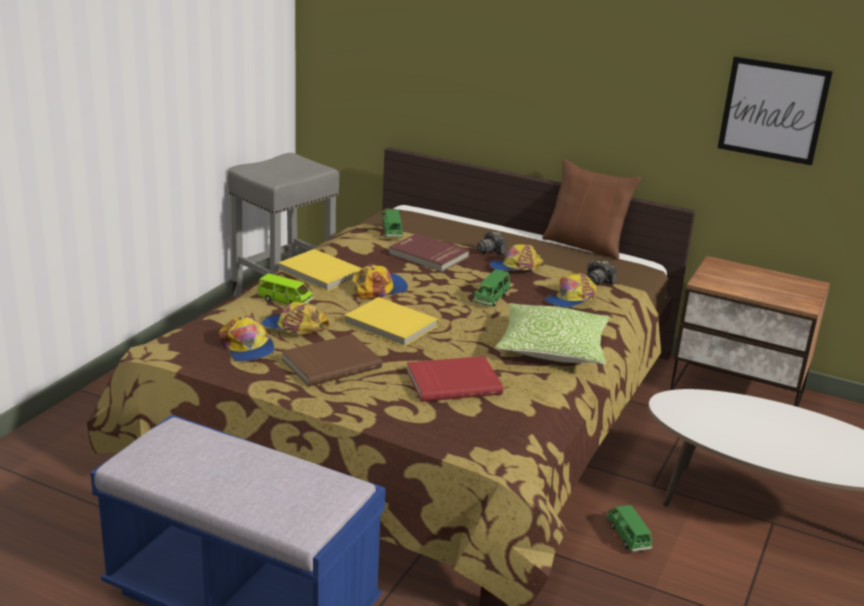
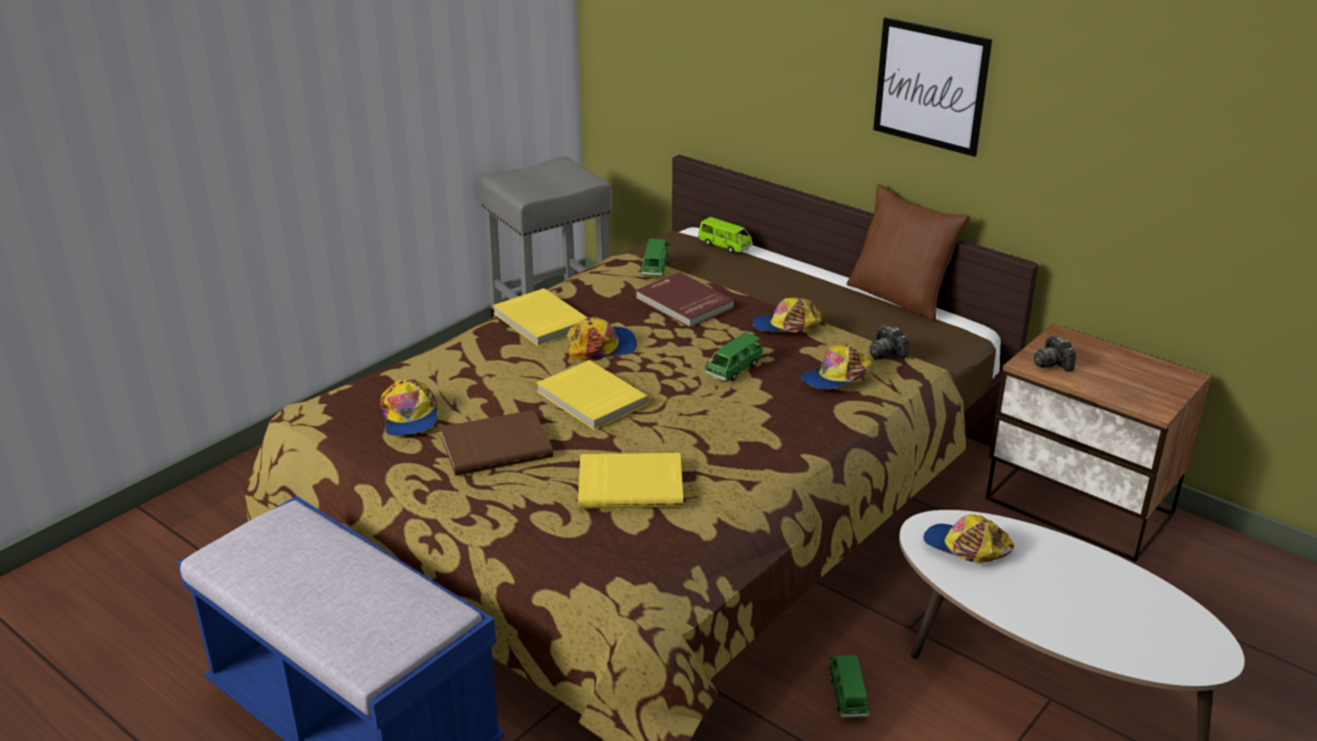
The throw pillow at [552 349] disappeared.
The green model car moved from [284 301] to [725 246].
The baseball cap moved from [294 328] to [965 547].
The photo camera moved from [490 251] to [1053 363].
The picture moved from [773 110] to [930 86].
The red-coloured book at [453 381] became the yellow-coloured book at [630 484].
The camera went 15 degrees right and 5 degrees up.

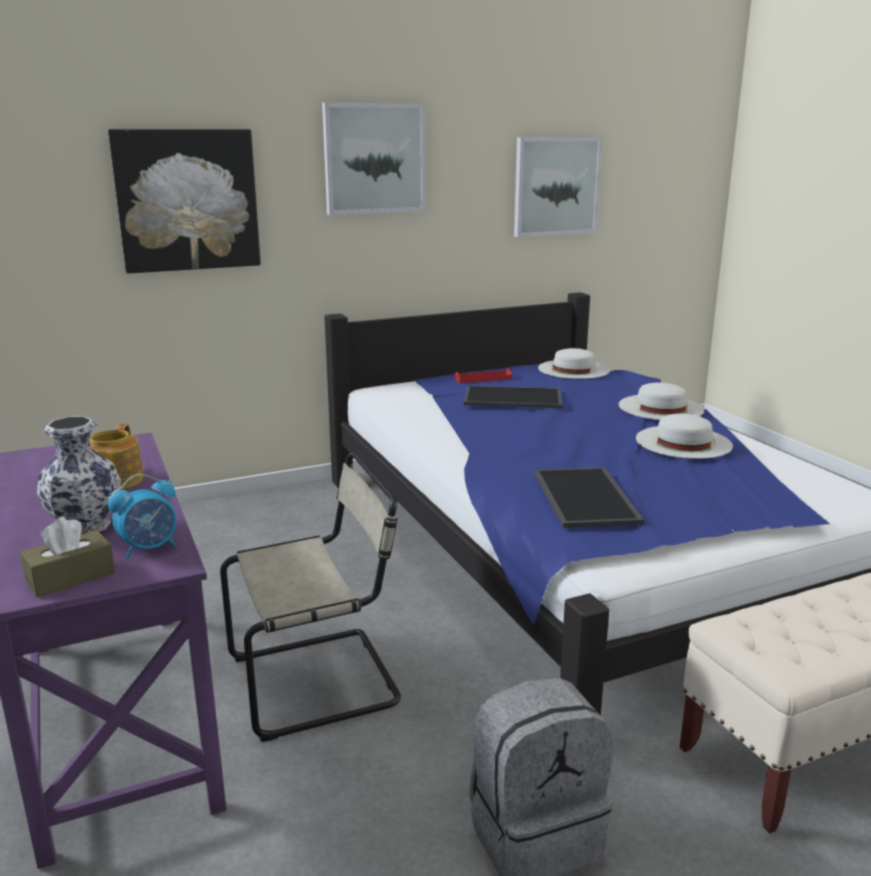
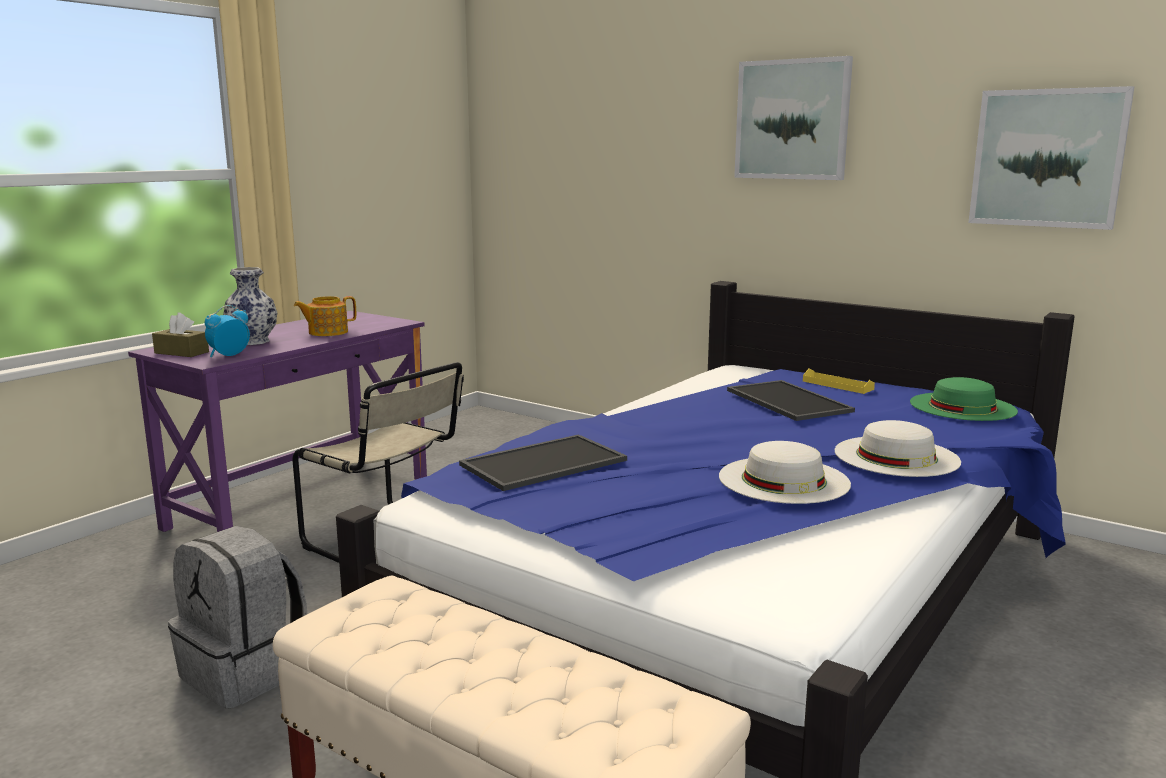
The picture at [187 200] disappeared.
The red-coloured tray at [483 379] became the yellow-coloured tray at [837 385].
The white-coloured wearable hat at [573 369] became the green wearable hat at [962 406].
The table clock at [150 548] turned 105 degrees clockwise.
The camera went 60 degrees right and 5 degrees down.

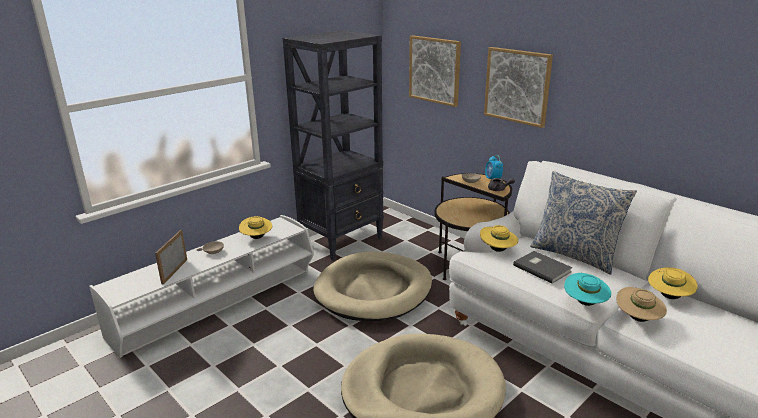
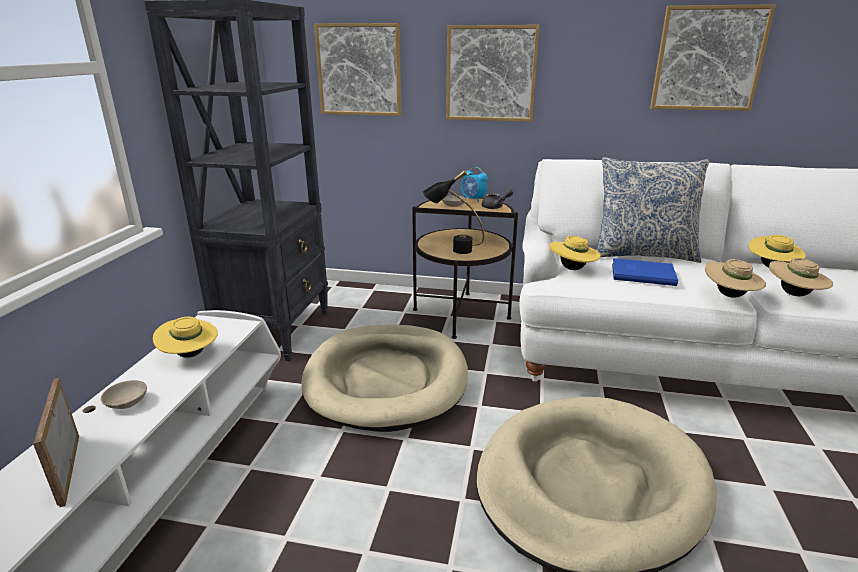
The blackish lamp for a table at [452 250] appeared.
The picture at [708 59] appeared.
The greyish book at [542 268] became the blue-coloured book at [641 273].
The turquoise wearable hat at [585 303] became the sand-coloured wearable hat at [729 296].
The camera went 35 degrees left and 0 degrees up.

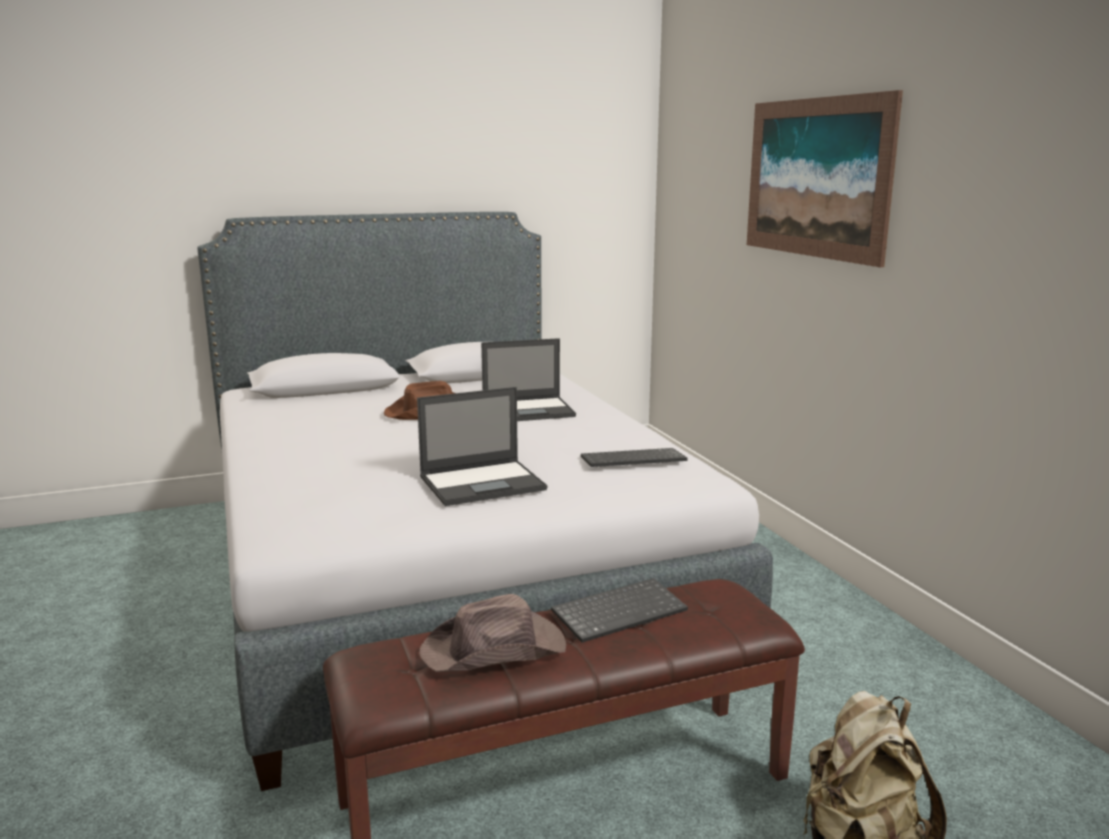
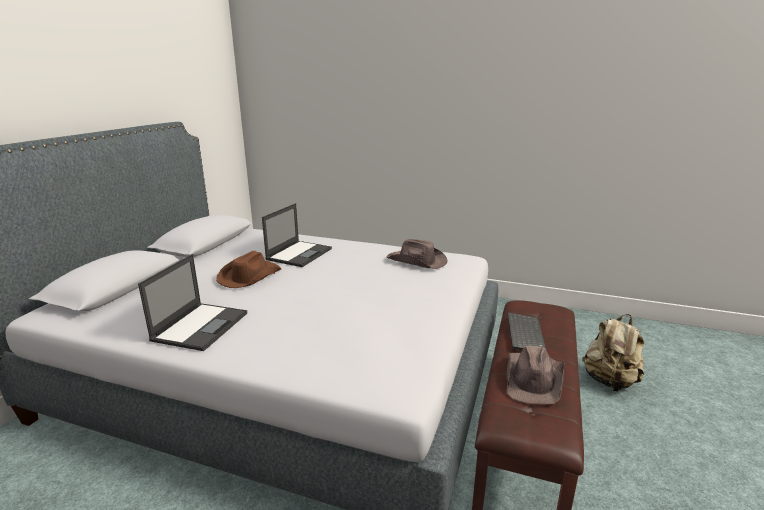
The picture at [816 178] disappeared.
The portable computer moved from [484 483] to [201 326].
The keyboard at [632 461] was replaced by the brown-coloured wearable hat at [417 261].
The camera went 50 degrees left and 5 degrees up.

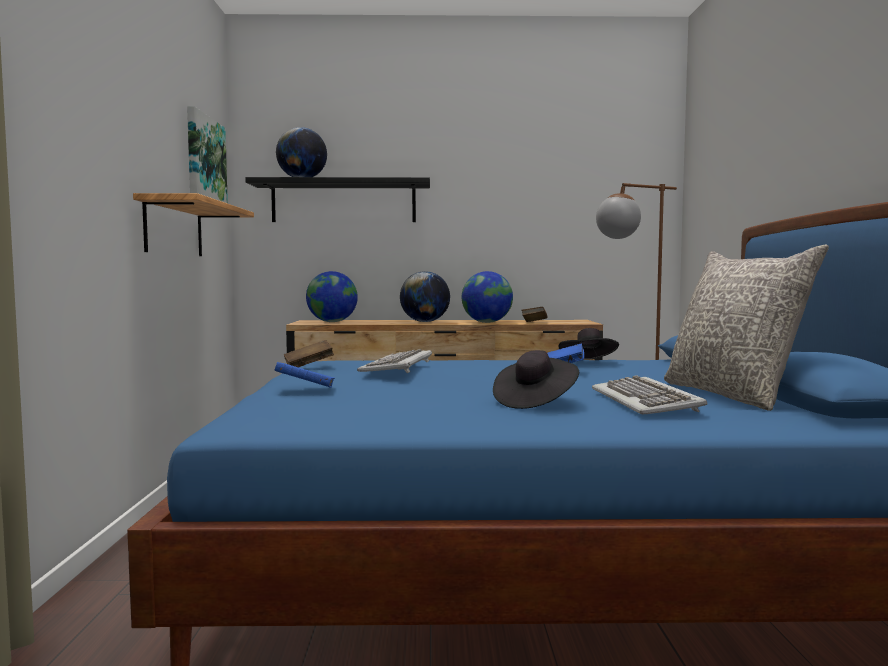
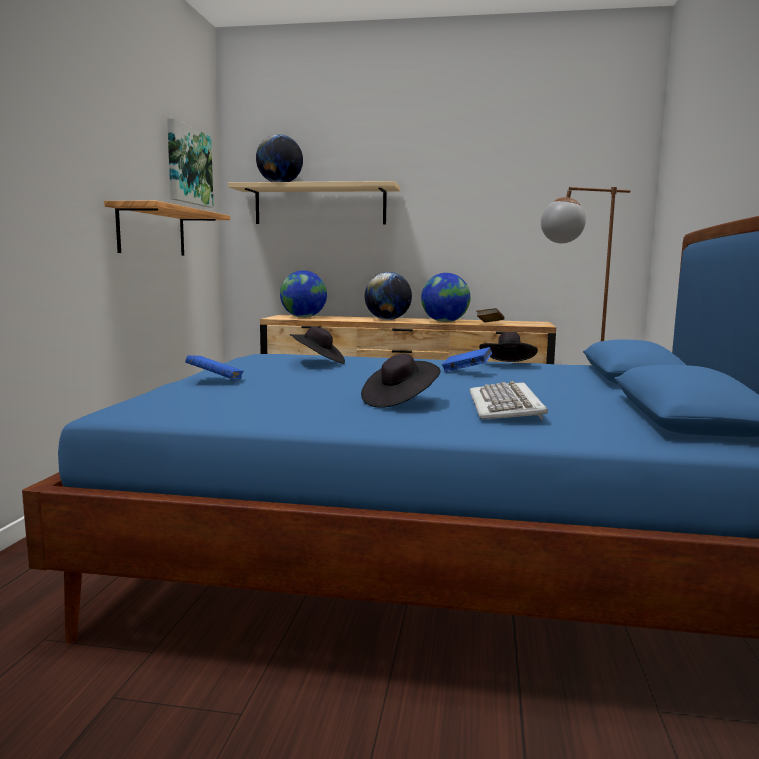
The brown-coloured book at [308 366] disappeared.
The greyish throw pillow at [732 395] disappeared.
The keyboard at [398 366] was replaced by the blackish wearable hat at [318 362].
The blackish wall shelf at [343 202] became the sand-coloured wall shelf at [320 205].
The camera went 10 degrees right and 5 degrees up.

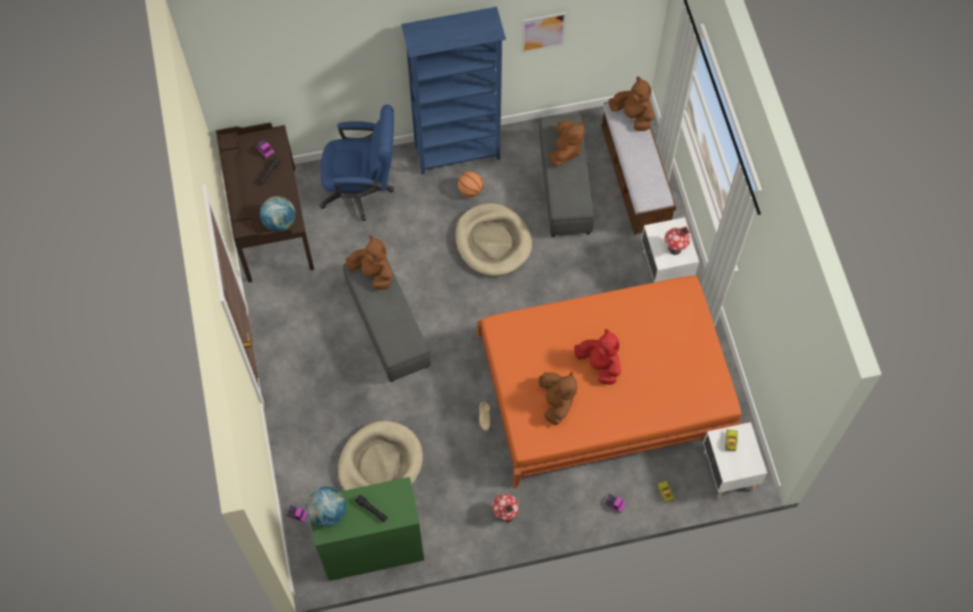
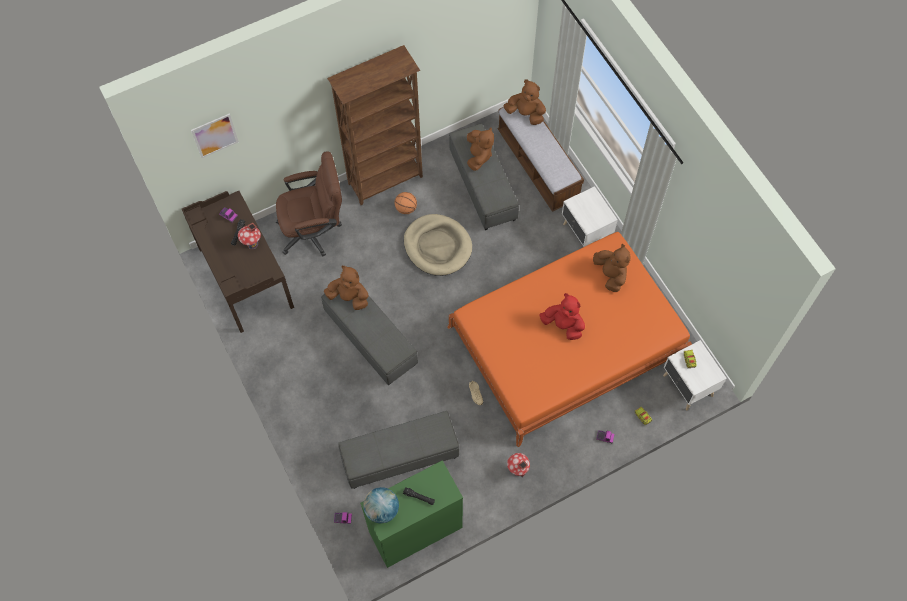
The globe at [280 222] disappeared.
The picture moved from [543 32] to [215 135].
The brown-coloured plush toy moved from [556 402] to [610 274].
The model house moved from [674 248] to [252 244].
The sand-coloured pet bed at [380 464] was replaced by the greyish footrest at [400 457].
The blue-coloured computer chair at [362 190] became the brown-coloured computer chair at [315 230].
The blue-coloured shelving unit at [458 153] became the brown-coloured shelving unit at [386 180].
The camera went 15 degrees left and 0 degrees up.

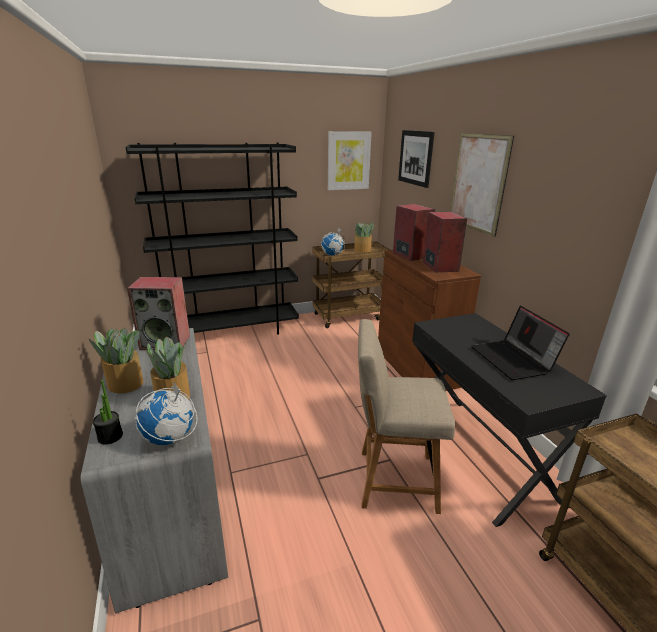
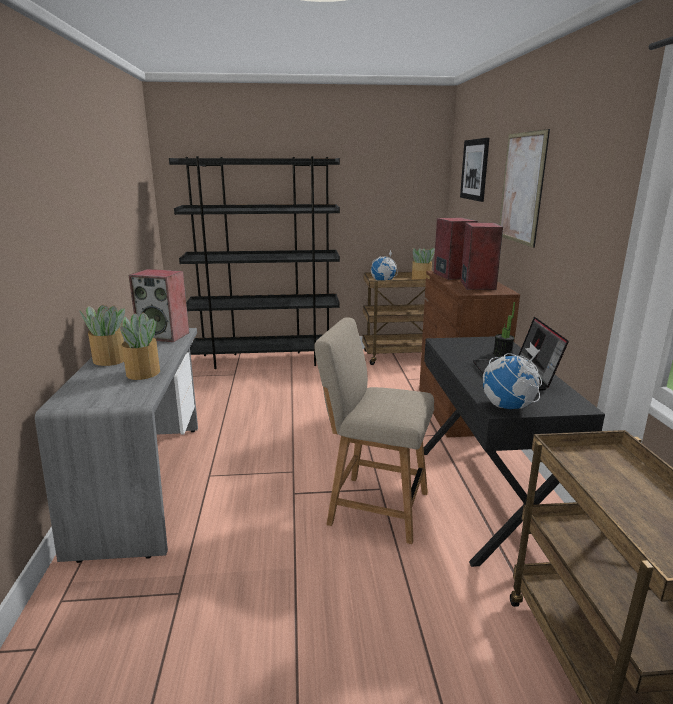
The picture at [348 161] disappeared.
The plant in a pot moved from [110 436] to [502 354].
The globe moved from [170 439] to [508 407].
The camera went 15 degrees right and 5 degrees down.

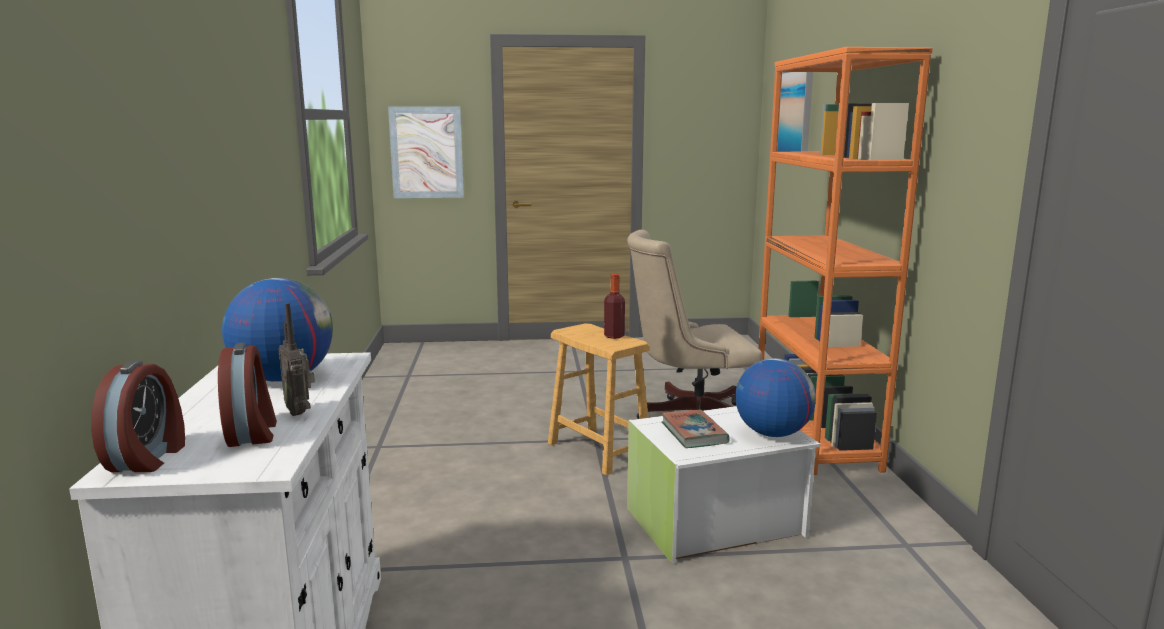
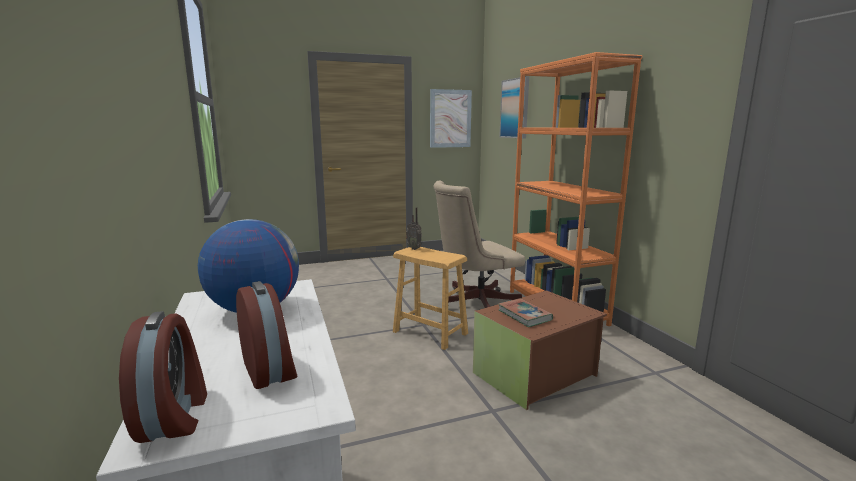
The drink bottle at [614 336] disappeared.
The globe at [772 433] disappeared.
The radio moved from [300 412] to [414 248].
The picture moved from [426 152] to [450 118].
The white-coloured storage container at [717 523] became the brown-coloured storage container at [536 375].
The camera went 15 degrees left and 0 degrees up.

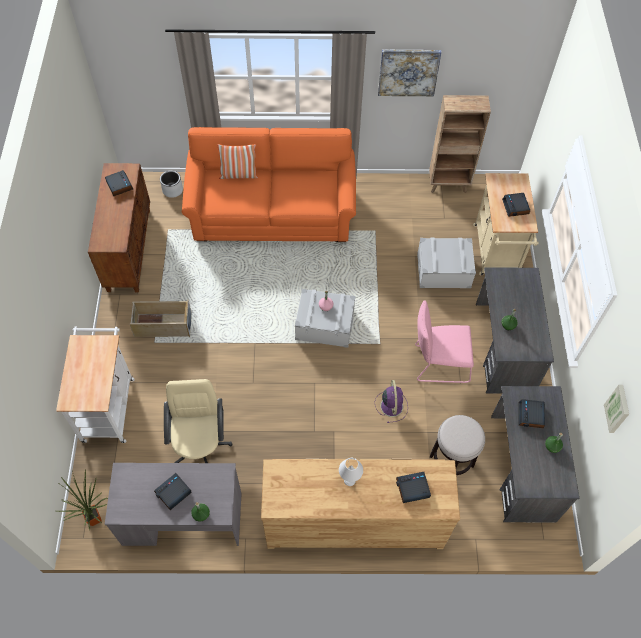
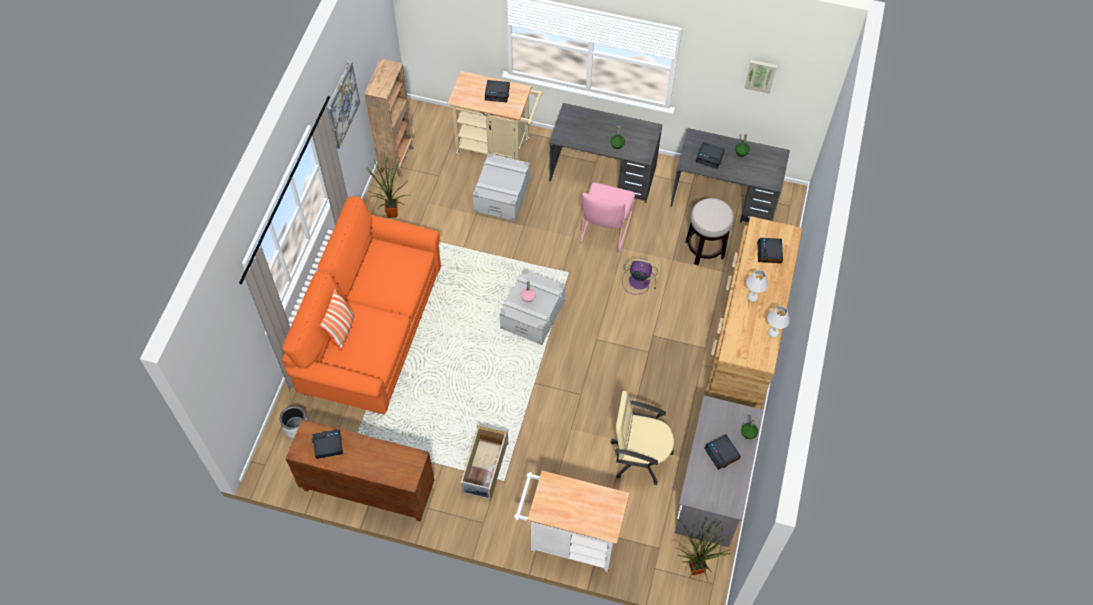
The plant in a pot at [390 213] appeared.
The white-coloured lamp for a table at [773 333] appeared.
The camera went 75 degrees left and 0 degrees up.

